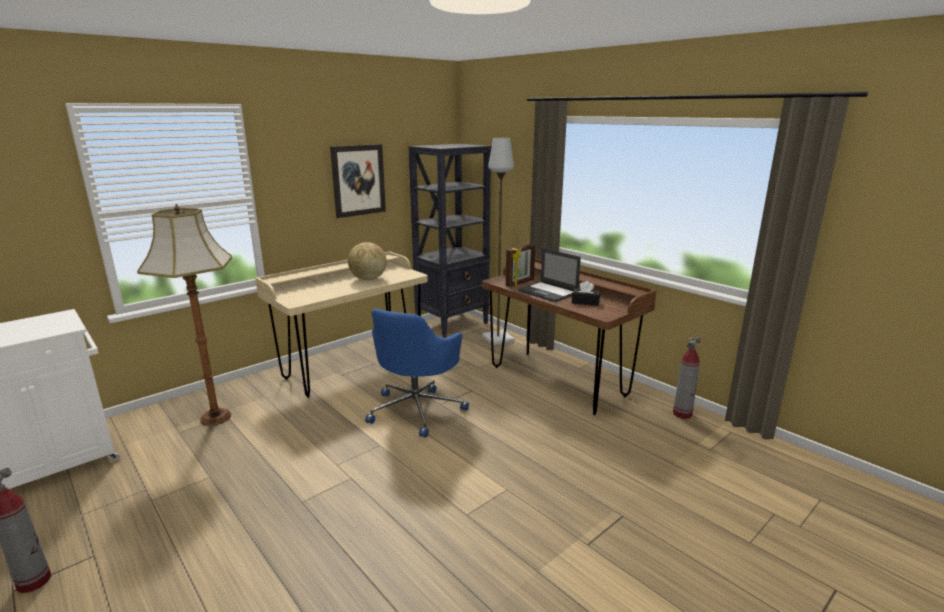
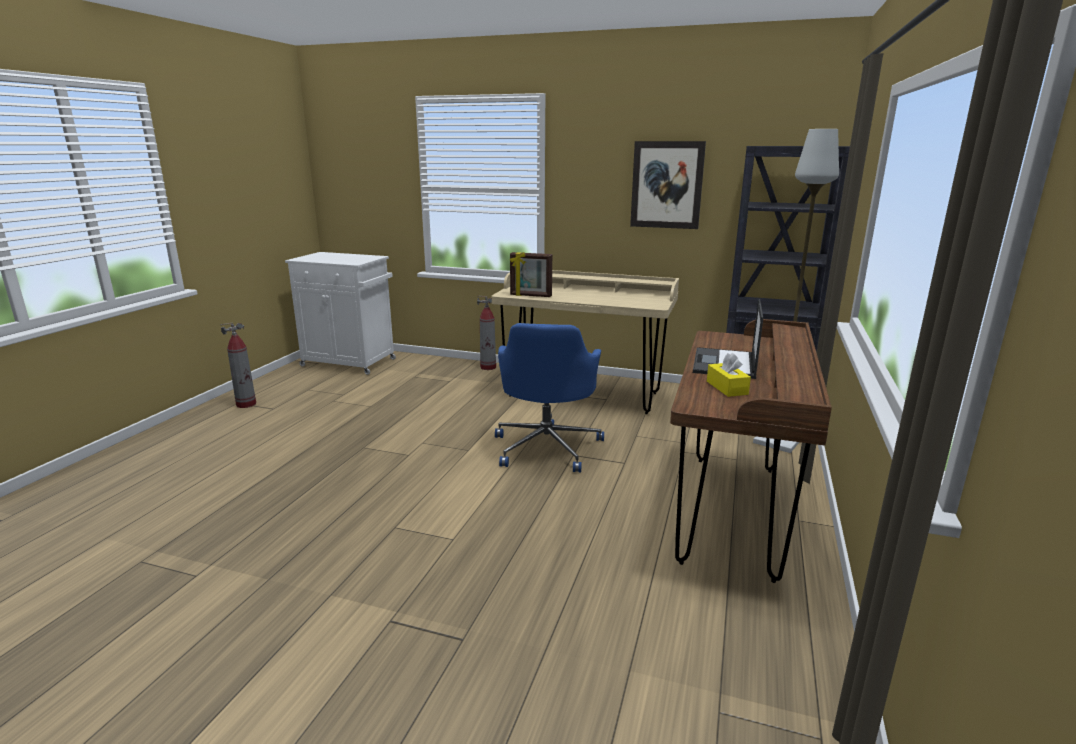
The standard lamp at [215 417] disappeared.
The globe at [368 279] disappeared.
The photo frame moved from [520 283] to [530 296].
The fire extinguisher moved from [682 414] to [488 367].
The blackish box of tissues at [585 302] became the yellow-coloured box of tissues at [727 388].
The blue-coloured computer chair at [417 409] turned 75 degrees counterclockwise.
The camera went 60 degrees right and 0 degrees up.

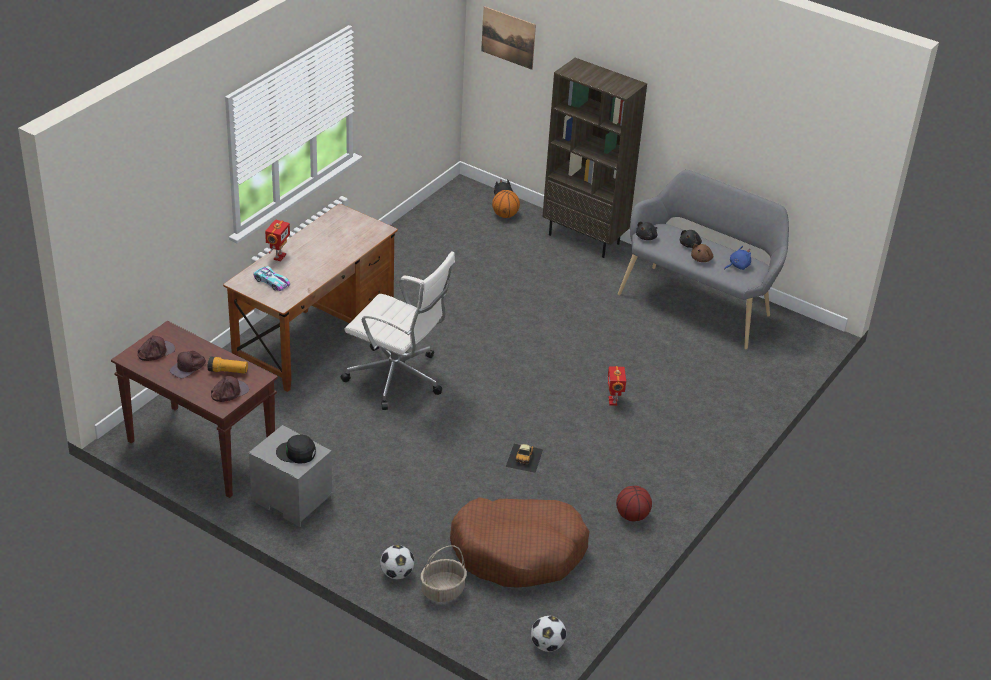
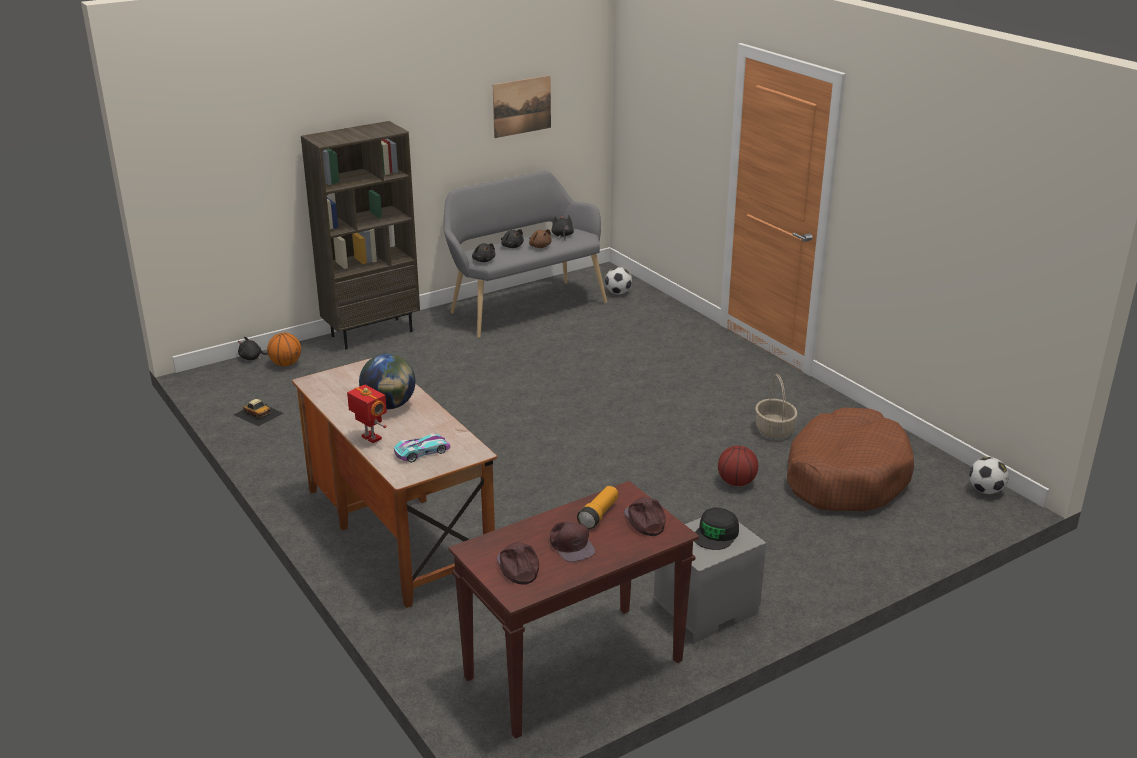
The white-coloured computer chair at [397 379] disappeared.
The toy robot at [613 401] disappeared.
The globe at [389 405] appeared.
The football ball moved from [397 574] to [618 293].
The storage basket moved from [442 591] to [774 430].
The picture moved from [508 37] to [522 106].
The model car moved from [524 457] to [258 413].
The ball for basketball moved from [632 516] to [737 482].
The blue-coloured plush toy at [737 266] became the blackish plush toy at [562 236].
The camera went 65 degrees left and 10 degrees down.

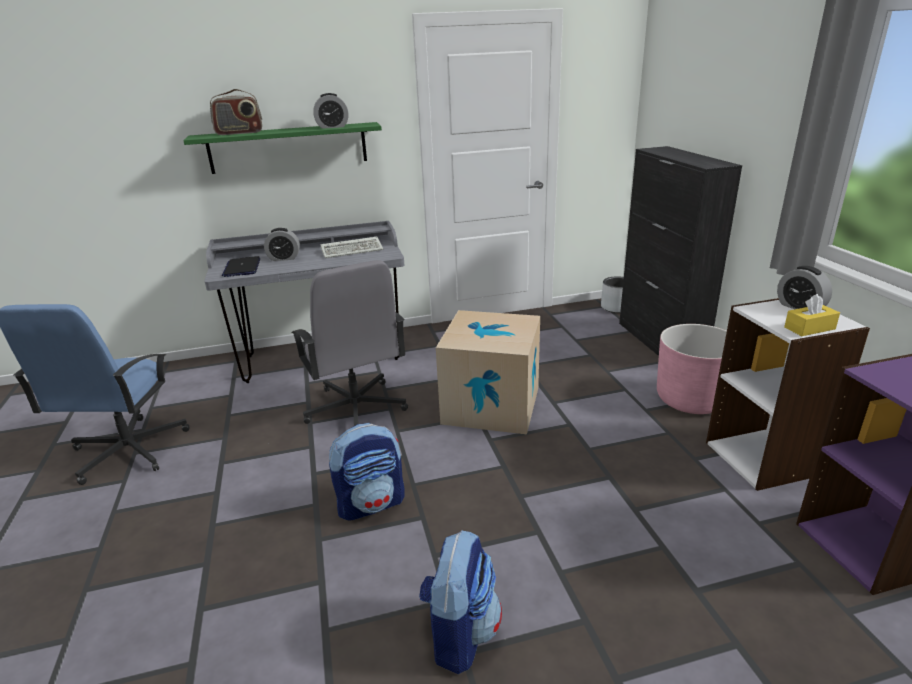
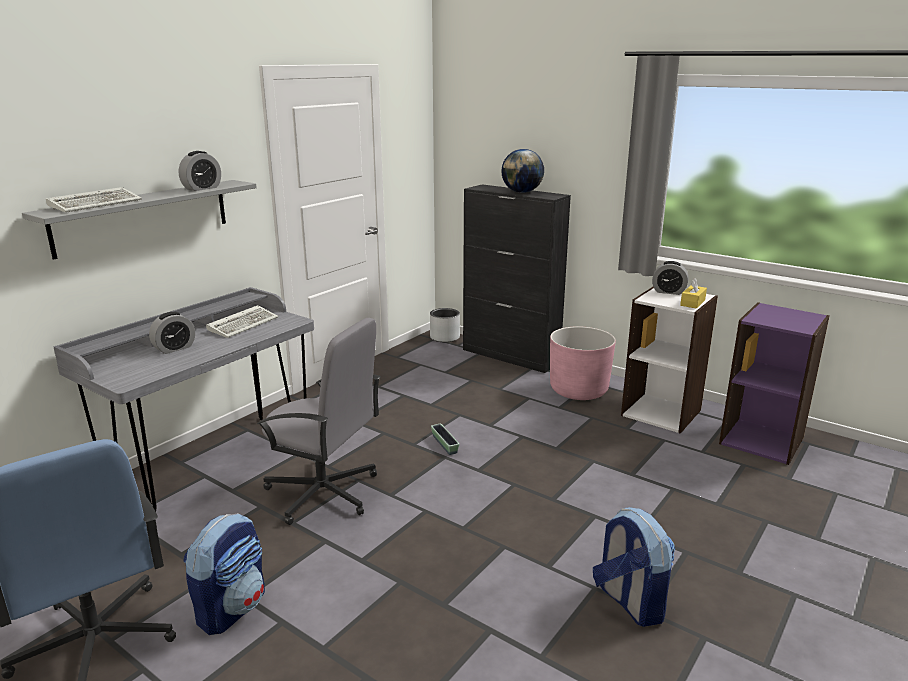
The portable computer at [242 268] disappeared.
The globe at [522 192] appeared.
The knapsack moved from [371 503] to [232 608].
The radio at [239 133] was replaced by the keyboard at [97 204].
The packing box at [491 405] was replaced by the flower pot at [444 444].
The green wall shelf at [288 148] became the greyish wall shelf at [143 217].
The camera went 40 degrees left and 5 degrees down.

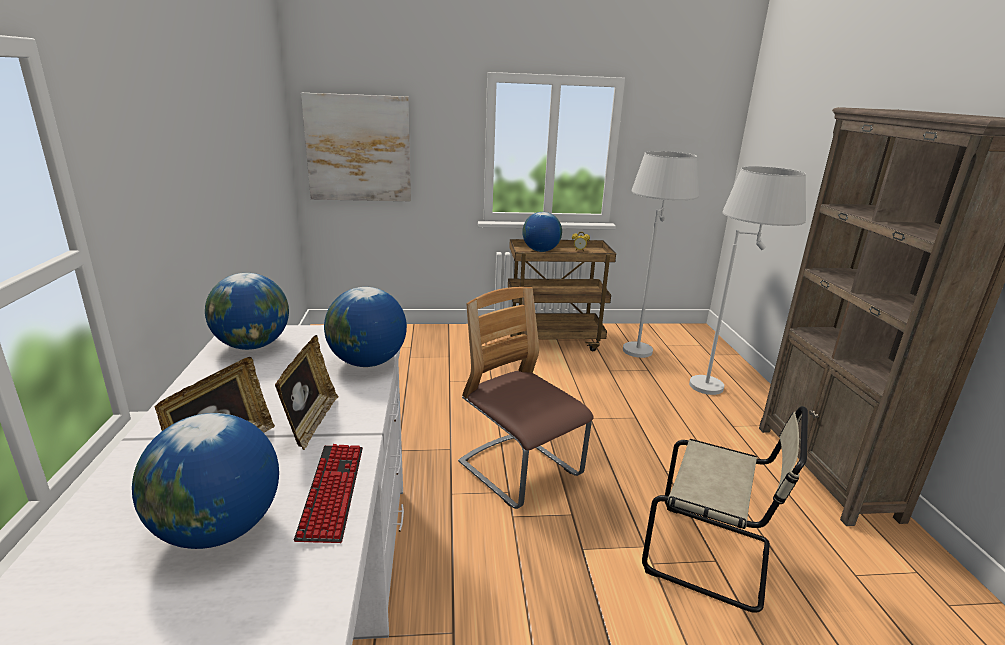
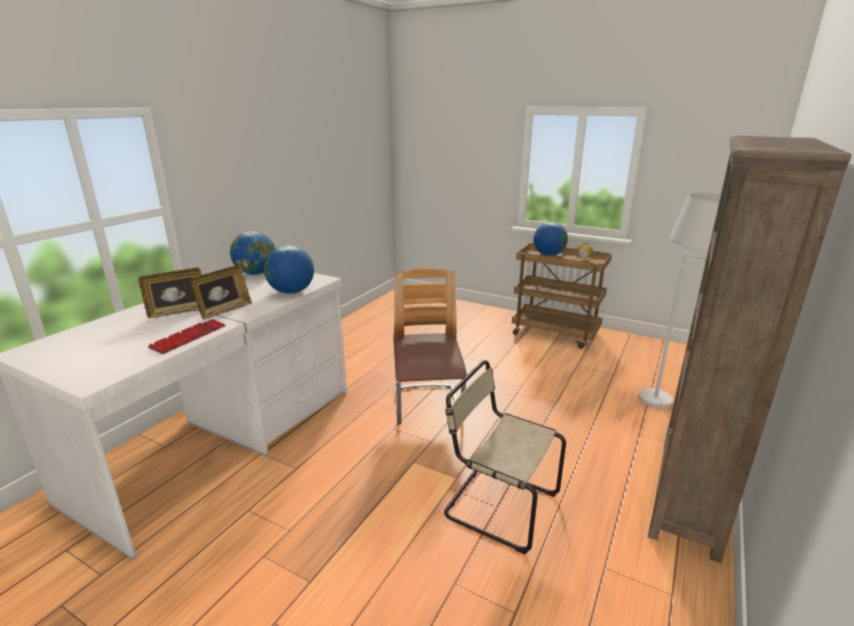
The globe at [218 529] disappeared.
The picture at [358 148] disappeared.
The white-coloured standard lamp at [642 345] disappeared.
The sand-coloured chair at [712 557] turned 150 degrees clockwise.
The camera went 35 degrees right and 0 degrees up.

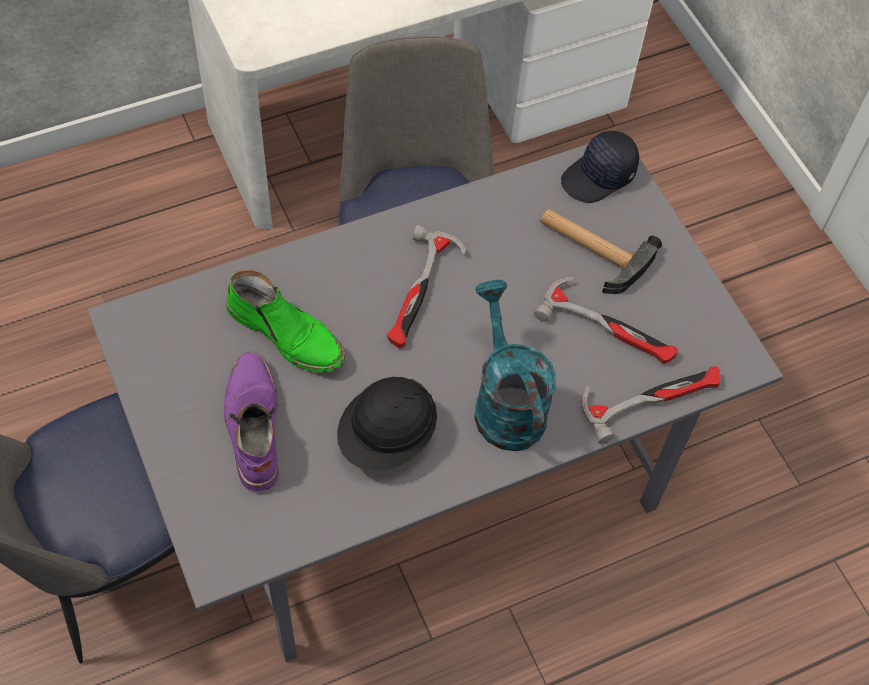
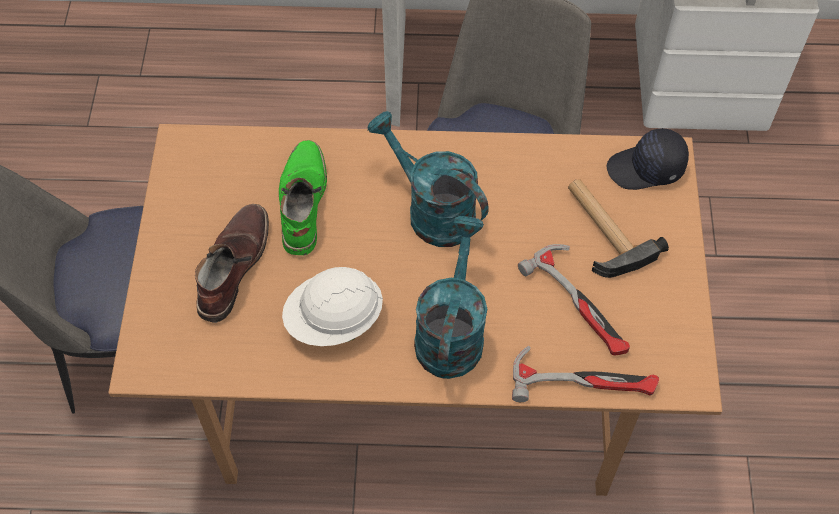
The tool hammer at [421 292] was replaced by the turquoise watering can at [431 210].
The greyish kitchen table at [422 474] became the brown-coloured kitchen table at [417 378].
The purple high-top boot at [252 426] became the brown-coloured high-top boot at [232 266].
The blackish hard hat at [387 438] became the white-coloured hard hat at [334 321].
The green high-top boot at [287 333] turned 150 degrees counterclockwise.
The camera went 30 degrees right and 0 degrees up.

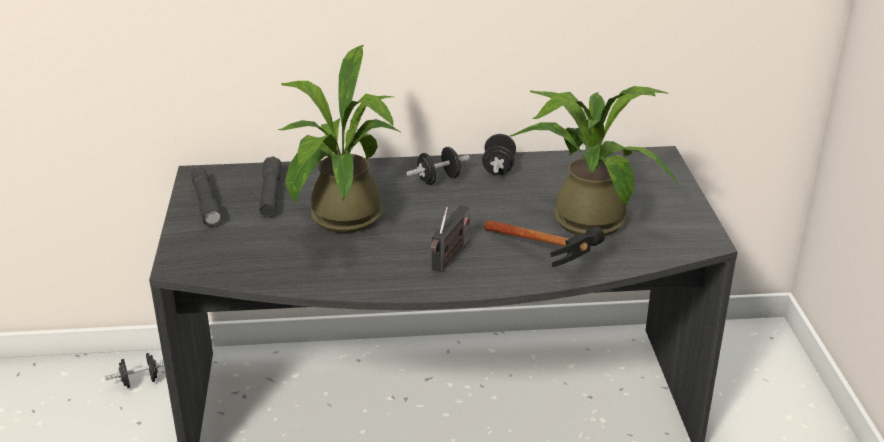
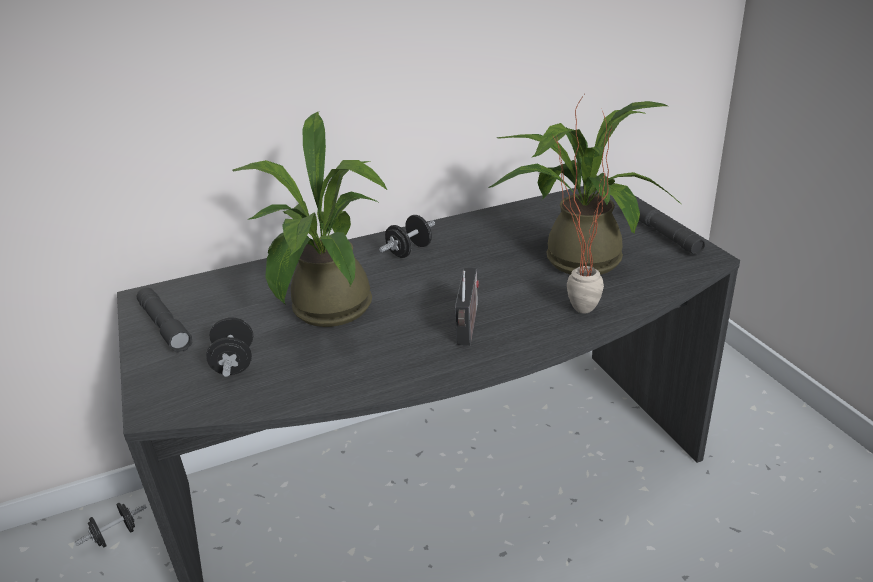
The greyish torch moved from [270 194] to [665 235].
The blackish dumbbell moved from [498 168] to [234 363].
The tool hammer at [547 262] was replaced by the plant in a pot at [572 309].
The camera went 15 degrees left and 0 degrees up.

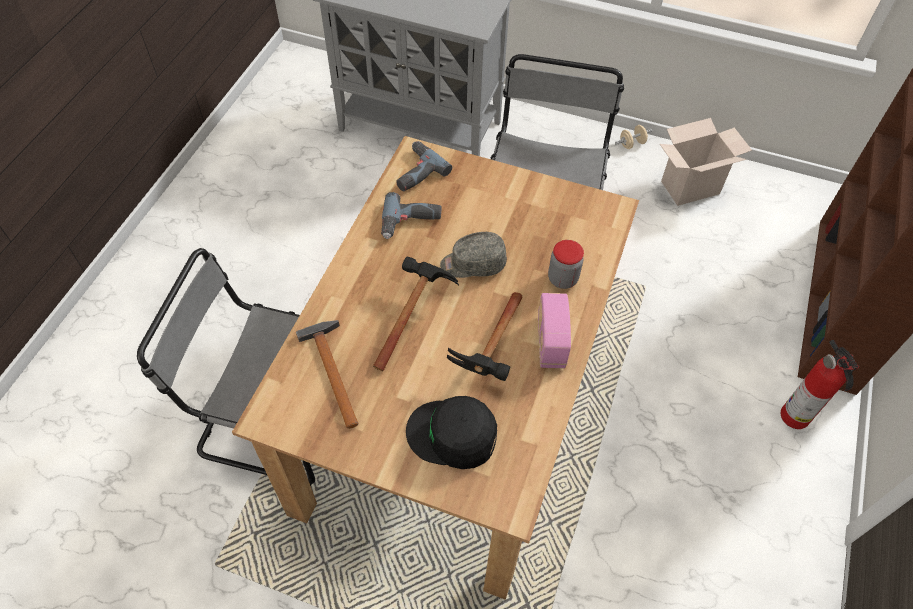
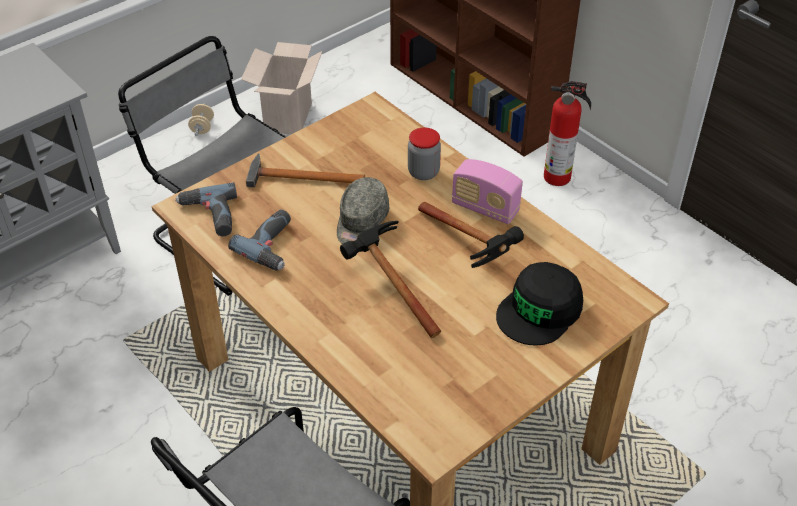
The tool hammer moved from [332 370] to [300 177].
The camera went 60 degrees left and 10 degrees down.

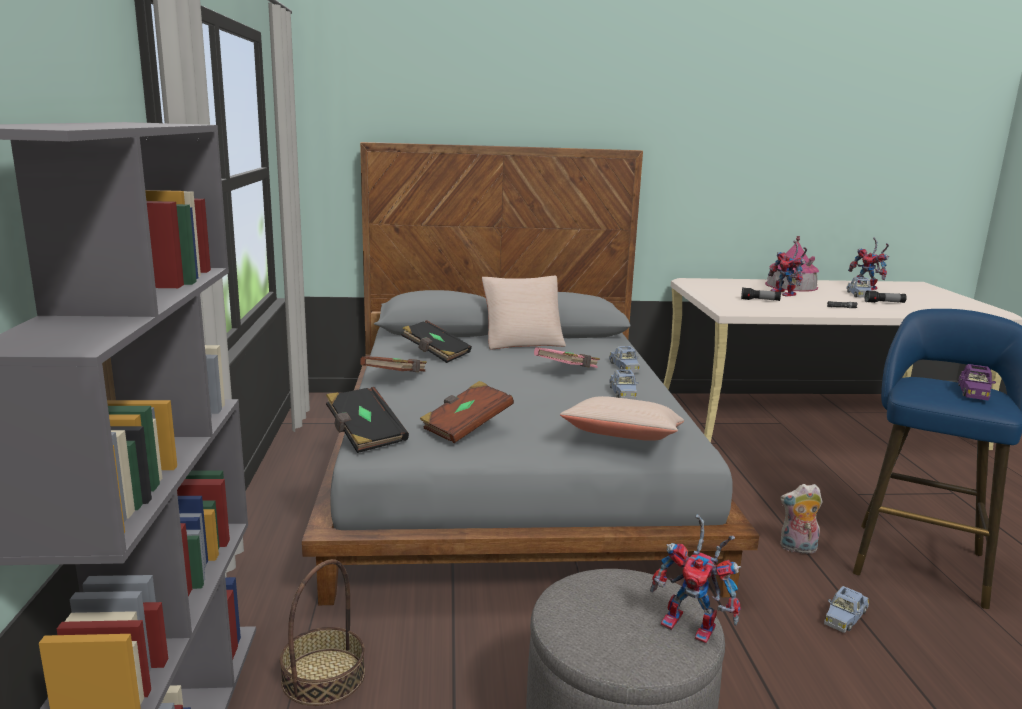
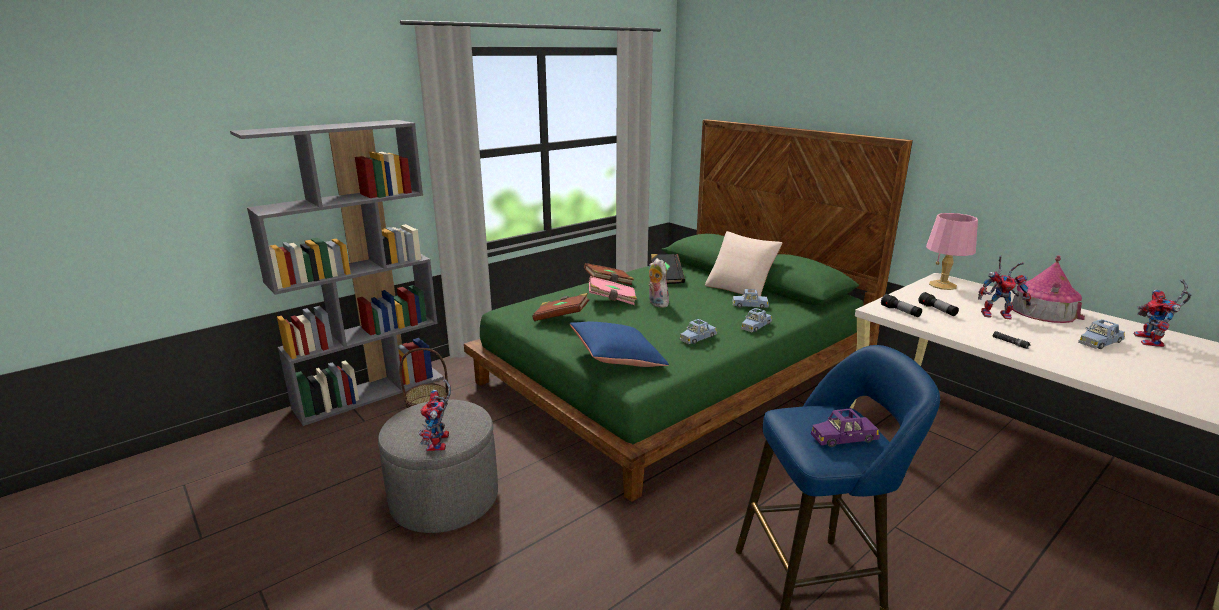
The blackish book at [365 435] disappeared.
The pink lamp for a table at [943 285] appeared.
The pink book moved from [567 371] to [612 300].
The plush toy moved from [797 549] to [656 303].
The blue-coloured model car moved from [844 617] to [750 305].
The torch moved from [884 303] to [900 312].
The greyish sleeping bed at [511 472] became the green sleeping bed at [675 375].
The sand-coloured throw pillow at [623 439] became the blue-coloured throw pillow at [617 358].
The toy robot at [786 294] turned 105 degrees counterclockwise.
The camera went 55 degrees right and 5 degrees up.

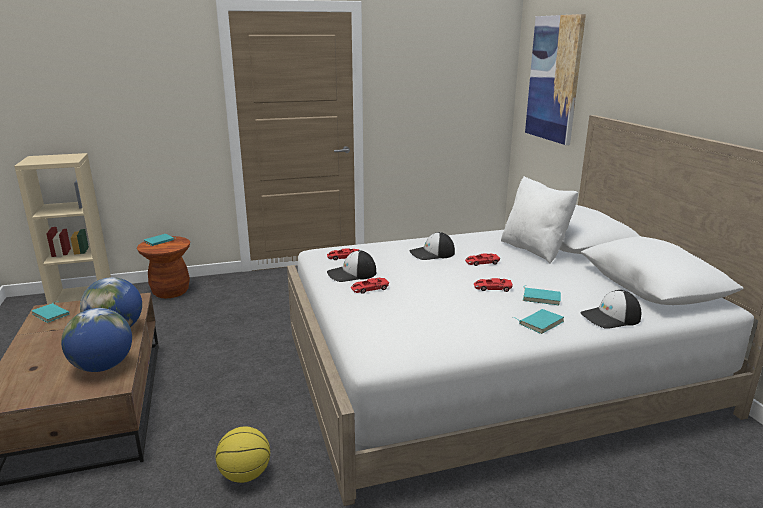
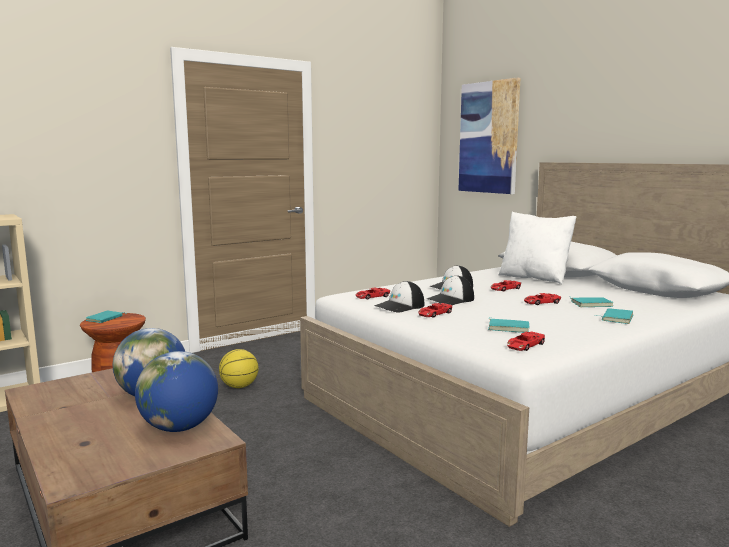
The red-coloured model car at [525 345] appeared.
The turquoise book moved from [52 314] to [509 328].
The ball for basketball moved from [245 475] to [239 386].
The baseball cap moved from [611 317] to [451 300].
The camera went 20 degrees left and 10 degrees down.

